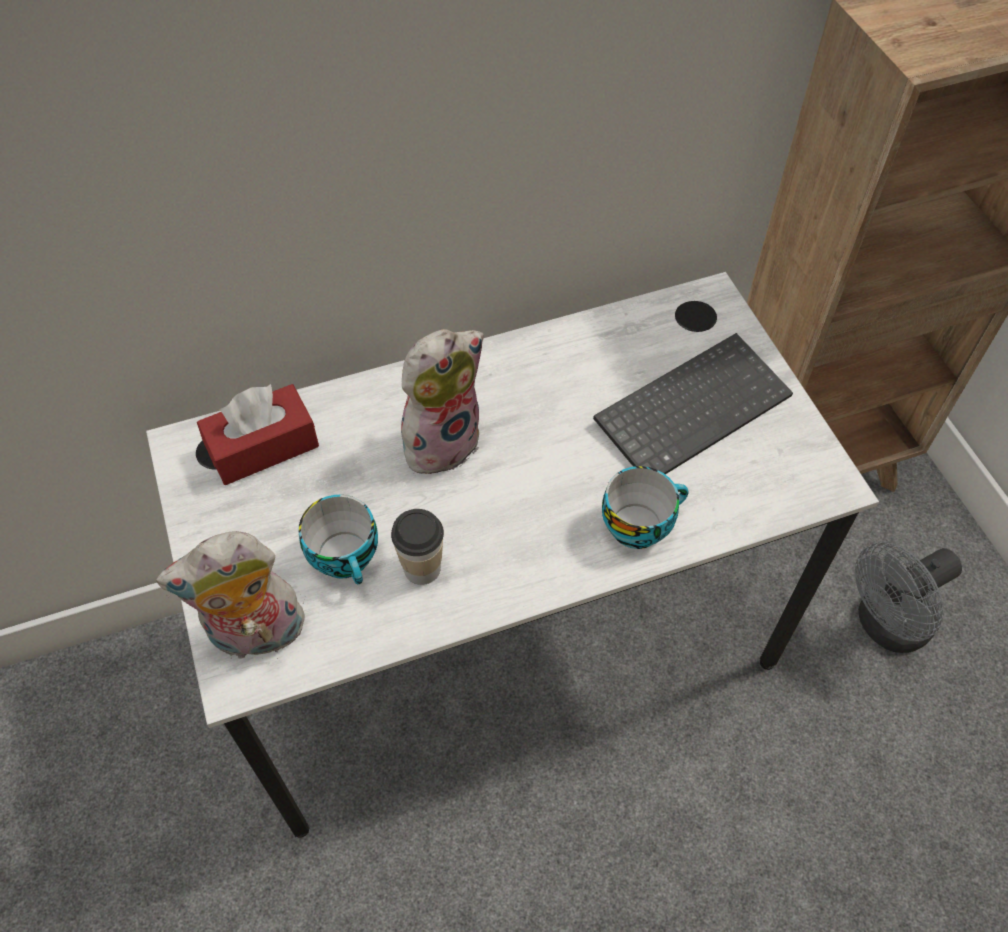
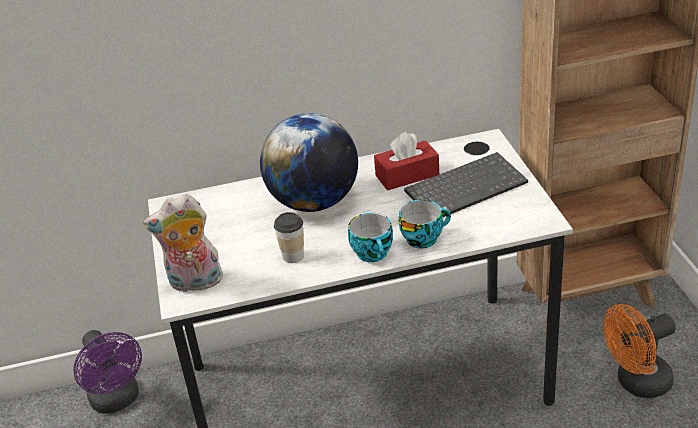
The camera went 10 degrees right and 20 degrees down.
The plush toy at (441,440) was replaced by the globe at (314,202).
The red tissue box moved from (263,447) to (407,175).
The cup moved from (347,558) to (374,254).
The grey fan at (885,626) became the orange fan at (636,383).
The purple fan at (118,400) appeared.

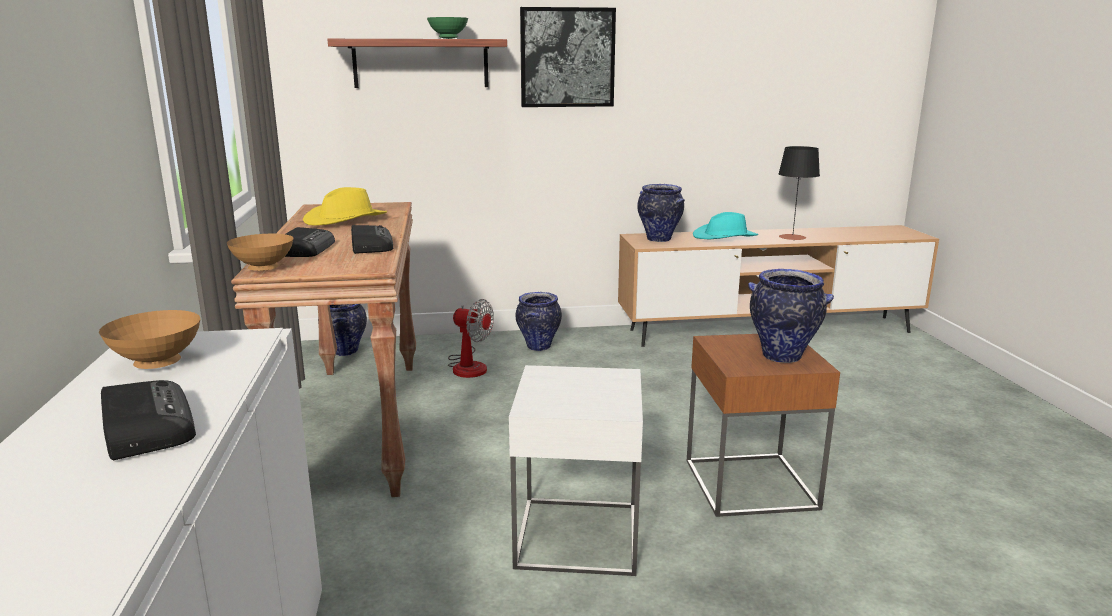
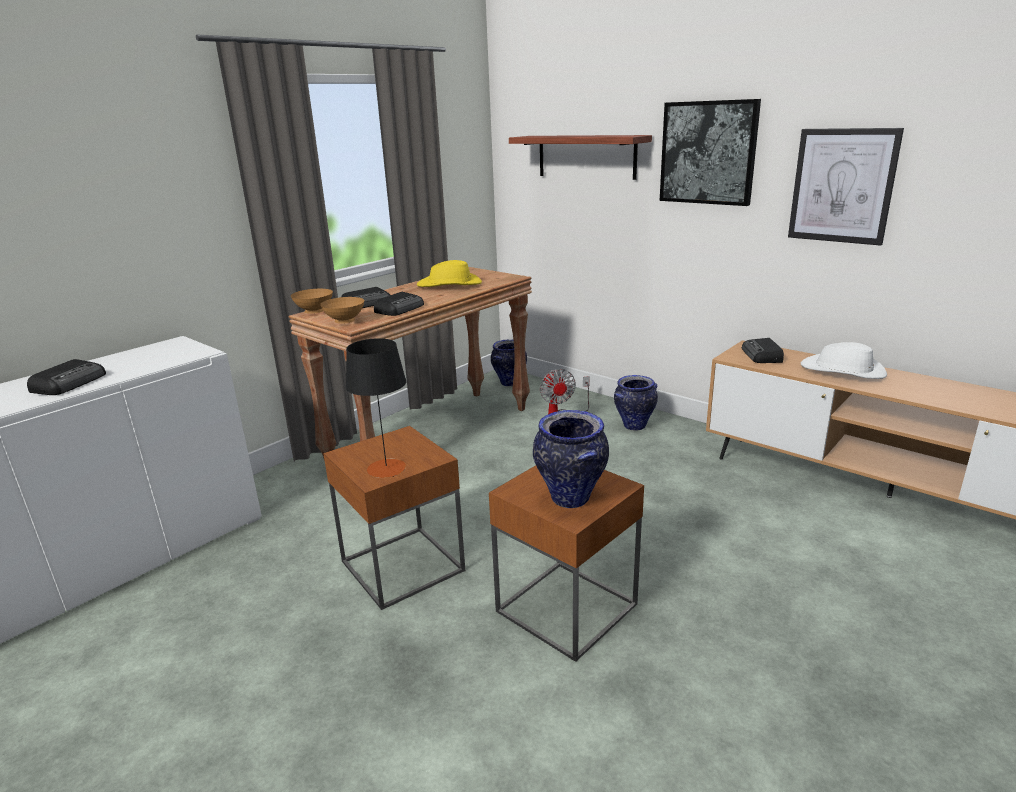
The camera went 50 degrees right and 5 degrees up.
The green bowl at (448,38) disappeared.
The black table lamp moved from (792,237) to (386,468).
The vase at (659,239) was replaced by the radio at (762,355).
The turquoise hat at (725,237) became the white hat at (843,371).
The brown bowl moved from (156,365) to (344,322).
The white side table at (578,535) became the brown side table at (402,566).
The picture at (842,186) appeared.

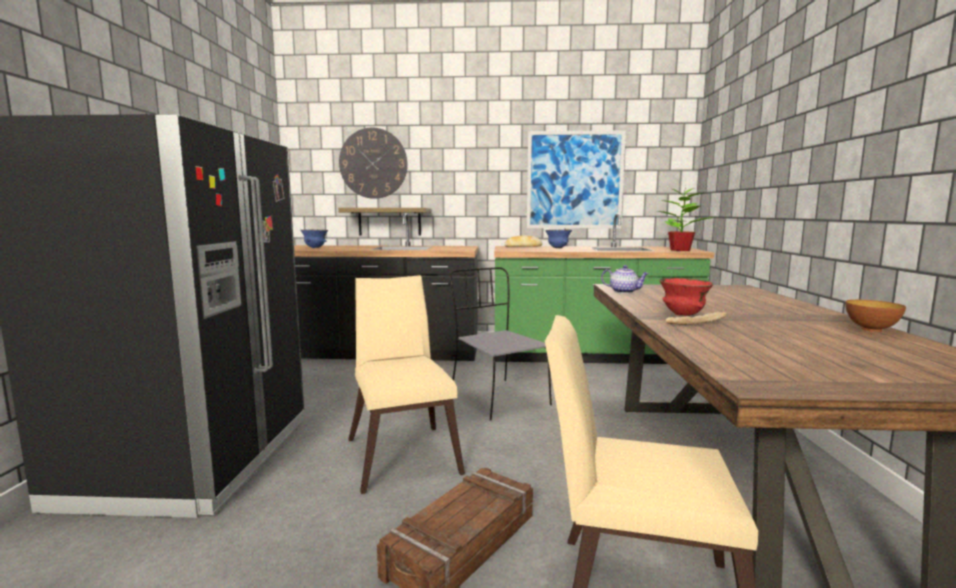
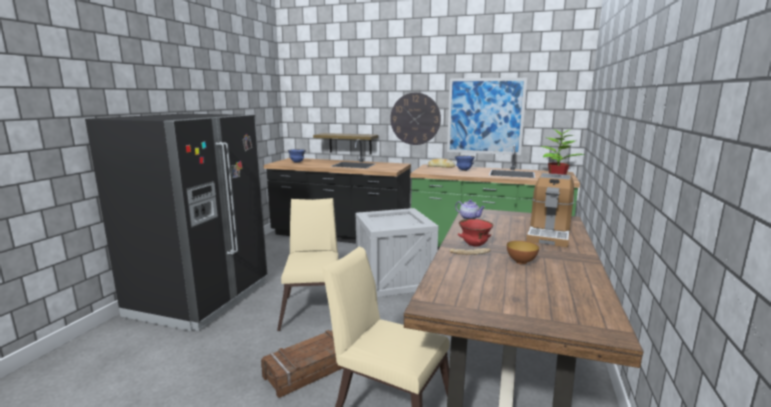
The camera went 15 degrees right and 5 degrees up.
The wall clock moved from (373,163) to (415,119).
The grey chair at (497,398) was replaced by the crate at (395,279).
The bowl moved from (871,329) to (521,262).
The coffee machine at (549,234) appeared.

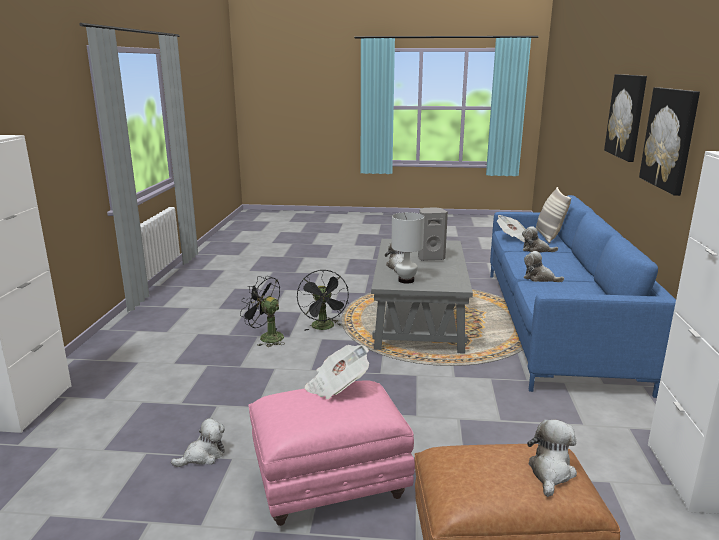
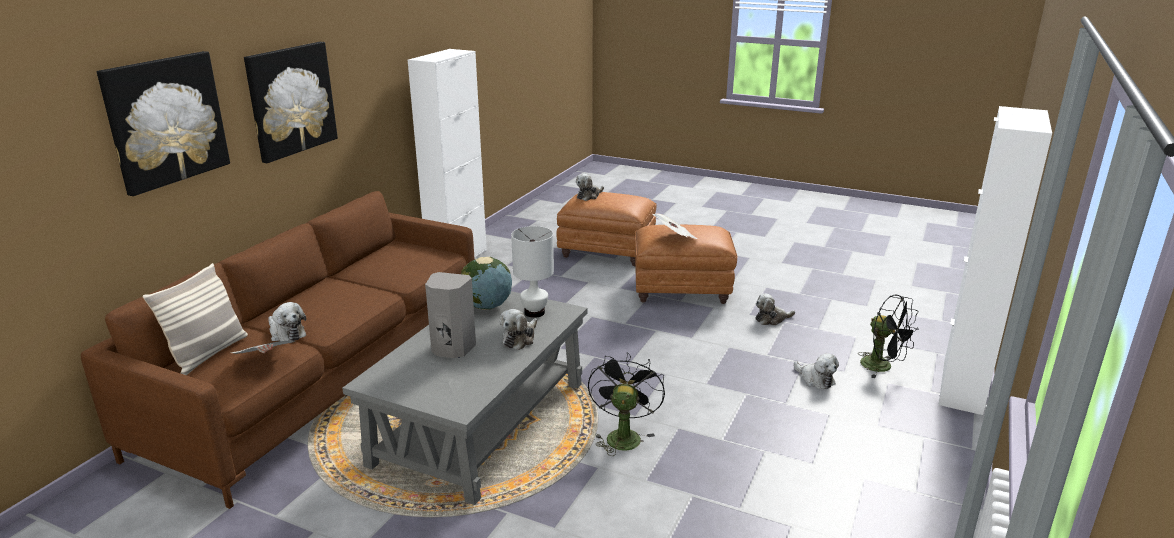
The camera went 160 degrees left and 5 degrees up.
The blue sofa at (554,323) became the brown sofa at (324,379).
The plush toy moved from (539,278) to (815,379).
The black fan moved from (266,337) to (883,367).
The pink ottoman at (328,485) became the brown ottoman at (682,290).
The globe at (486,306) appeared.

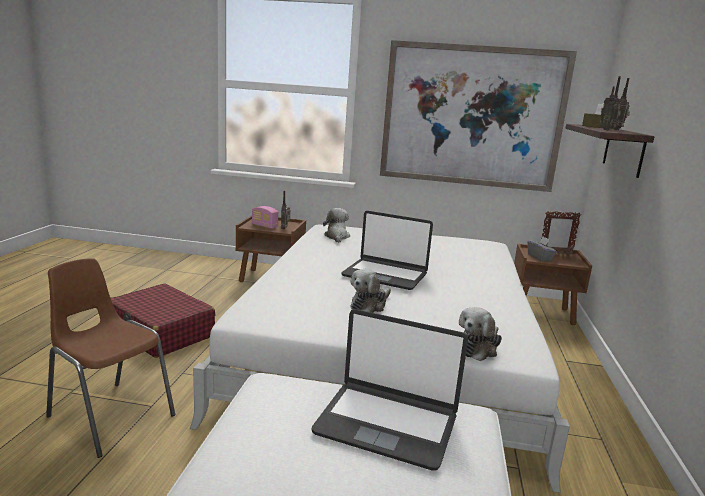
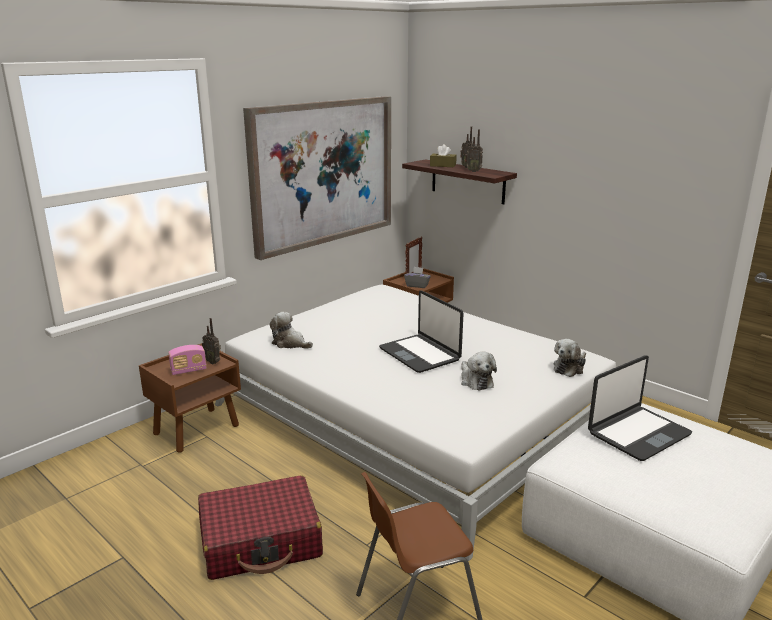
The camera went 55 degrees left and 5 degrees up.
The laptop at (385,275) turned 90 degrees clockwise.
The plush toy at (478,348) turned 60 degrees clockwise.

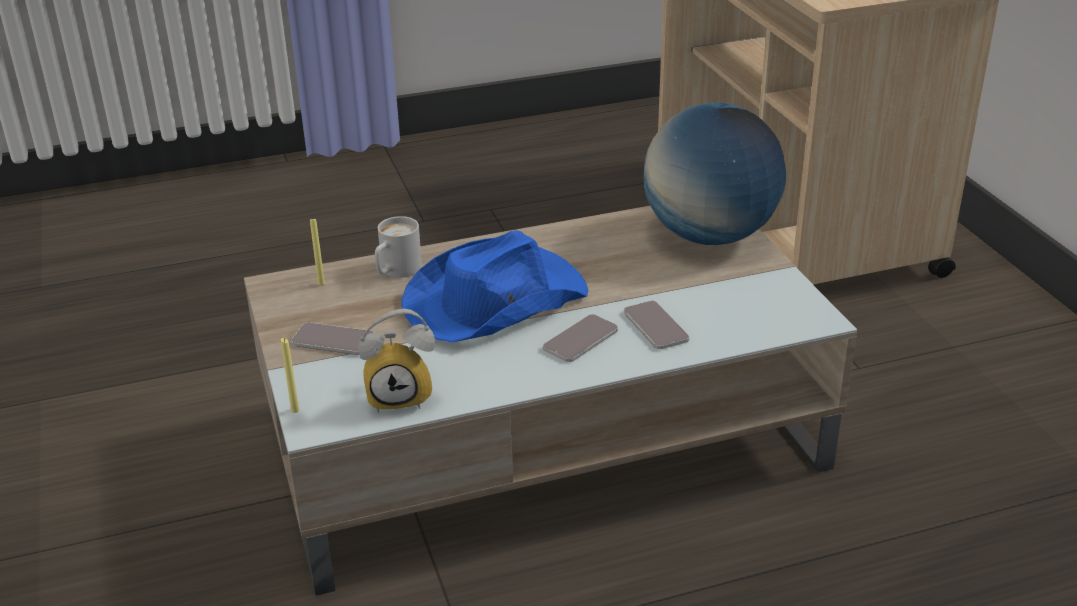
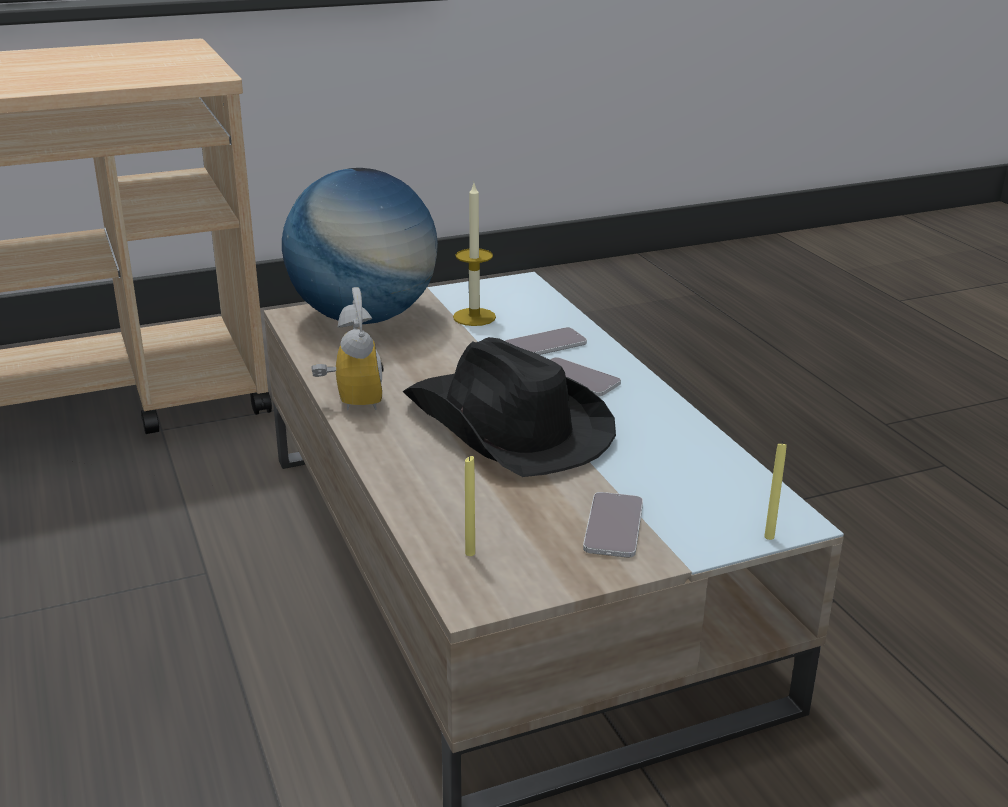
The camera went 95 degrees left and 5 degrees down.
The white mug at (396,272) disappeared.
The blue hat at (493,301) became the black hat at (506,426).
The alarm clock moved from (401,396) to (349,400).
The candle at (474,317) appeared.

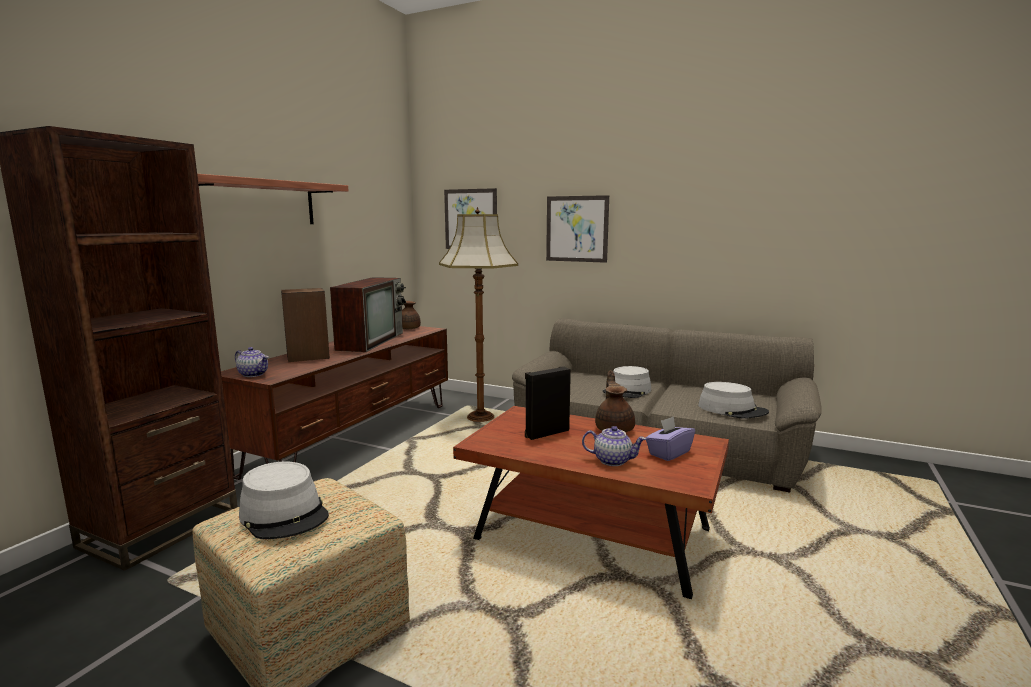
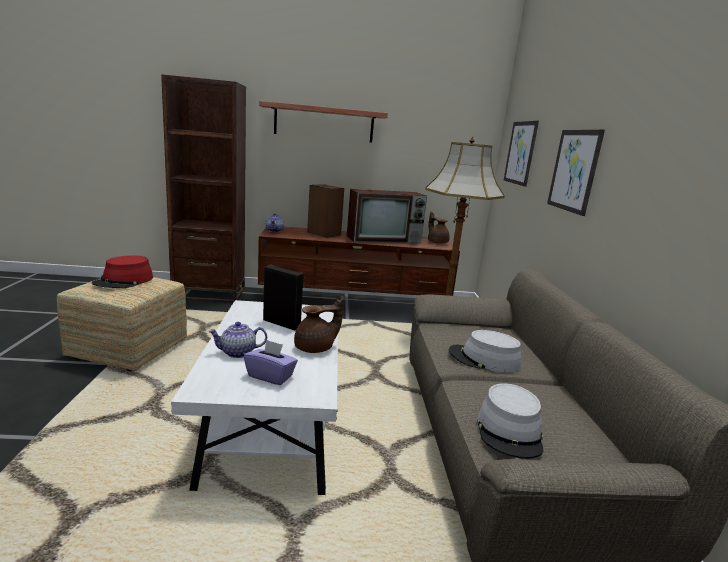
The camera went 60 degrees right and 5 degrees up.
The brown coffee table at (592,536) became the white coffee table at (273,424).
The teapot at (613,460) turned 90 degrees clockwise.
The grey hat at (284,514) became the red hat at (124,281).

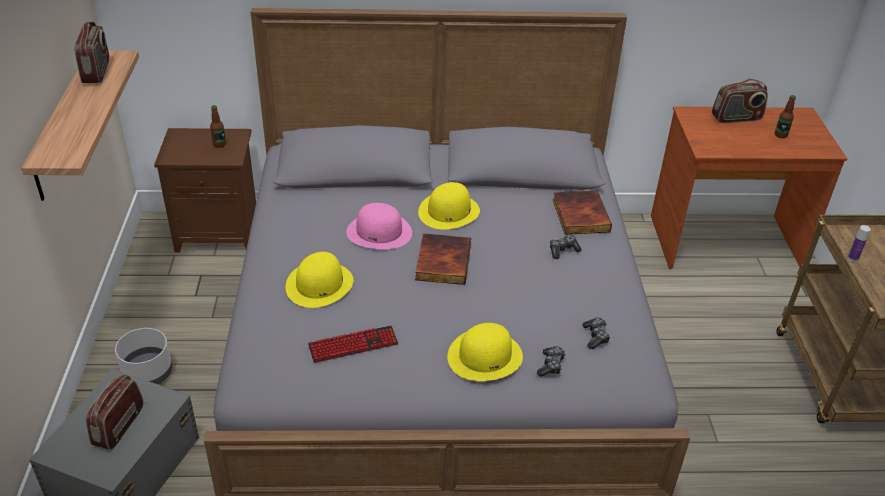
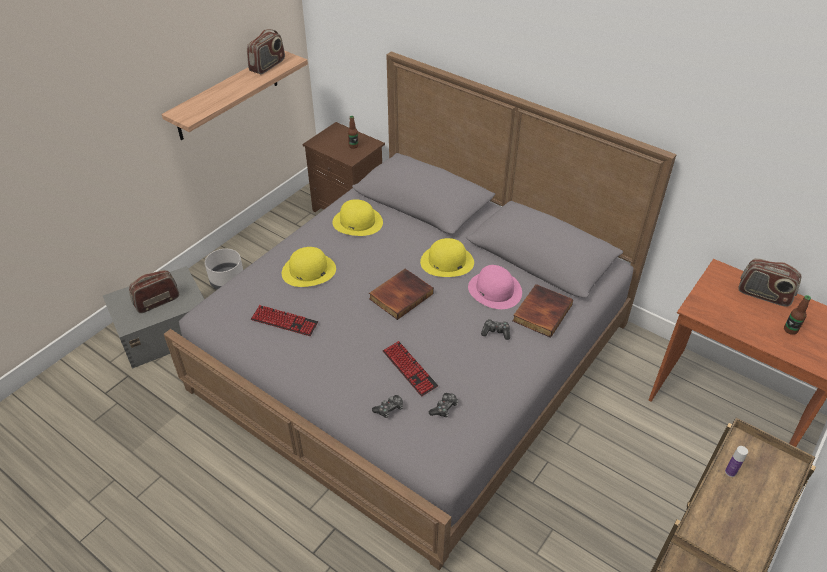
The camera went 40 degrees right and 5 degrees up.
The pink hat moved from (379,232) to (495,290).
The yellow hat moved from (485,356) to (358,222).
The keyboard at (409,369) appeared.

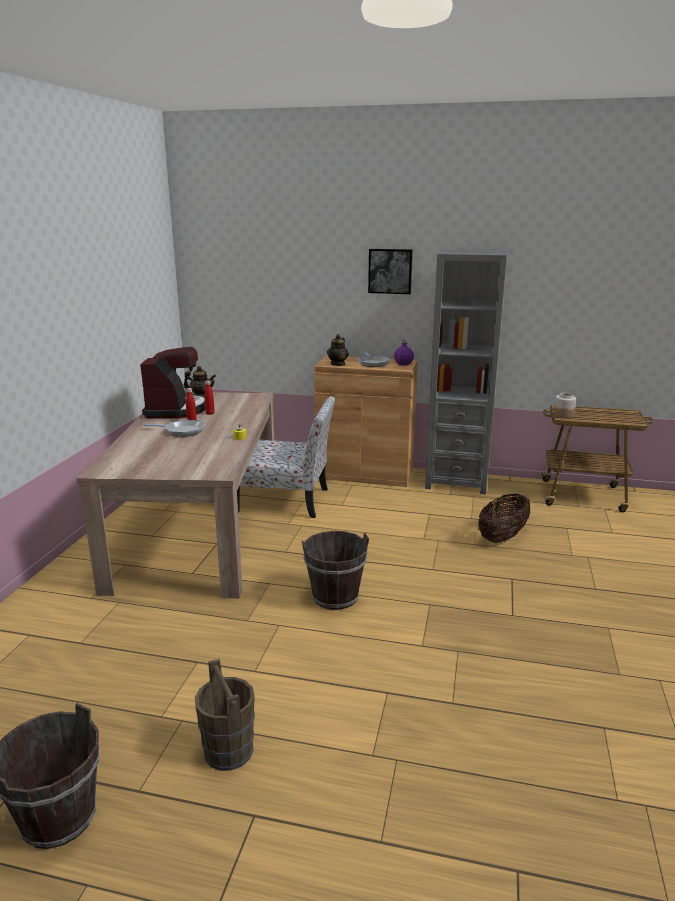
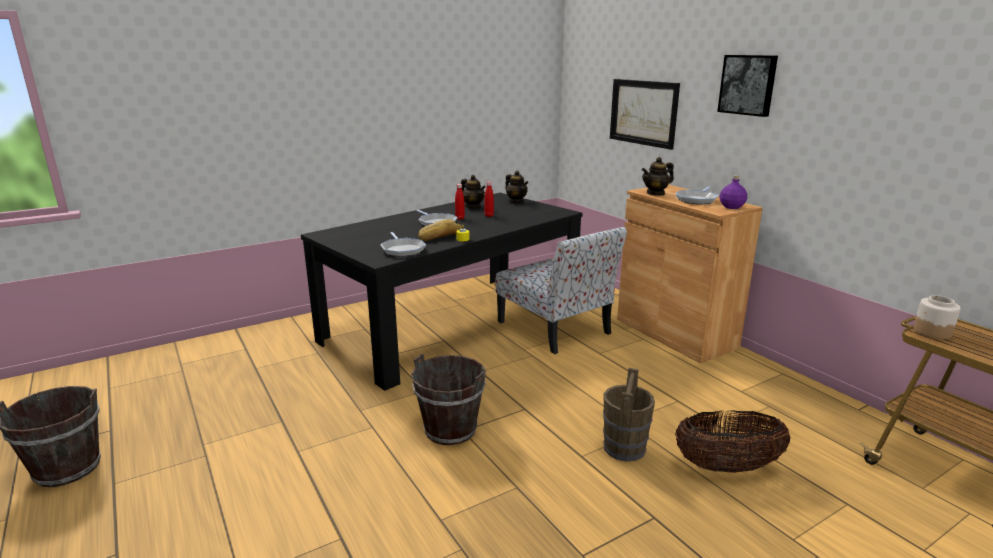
The camera went 45 degrees right and 0 degrees up.
The grey bookcase at (456,481) disappeared.
The coffee machine at (176,409) was replaced by the teapot at (473,207).
The beige dining table at (200,529) became the black dining table at (453,324).
The brown bucket moved from (228,751) to (624,448).
The picture at (643,112) appeared.
The bread at (440,236) appeared.
The frying pan at (402,250) appeared.

